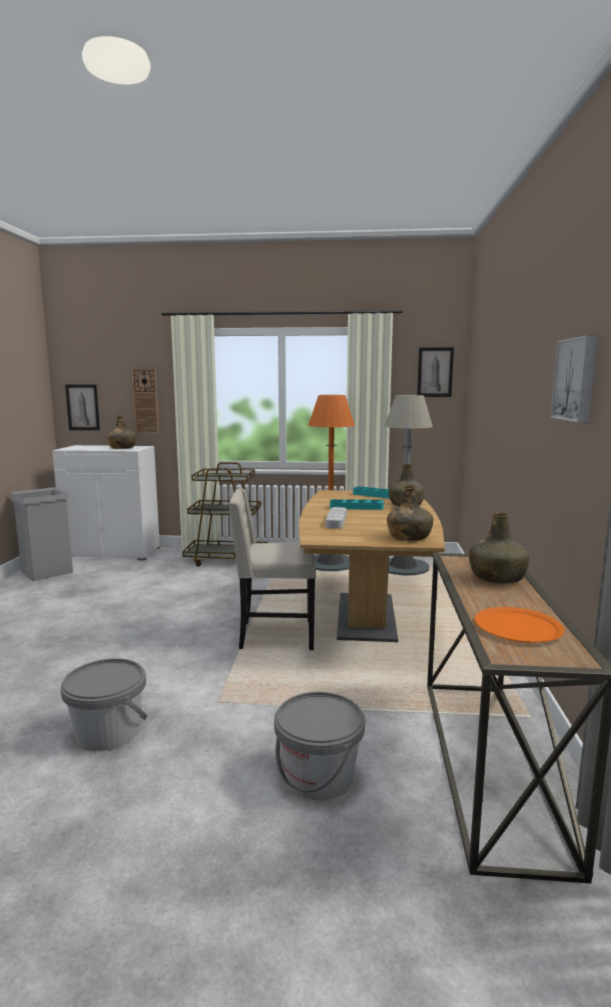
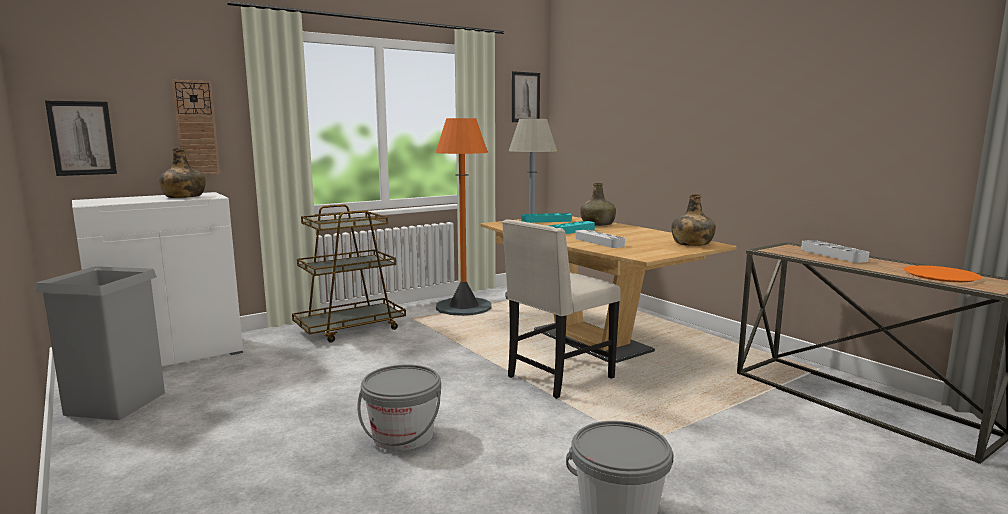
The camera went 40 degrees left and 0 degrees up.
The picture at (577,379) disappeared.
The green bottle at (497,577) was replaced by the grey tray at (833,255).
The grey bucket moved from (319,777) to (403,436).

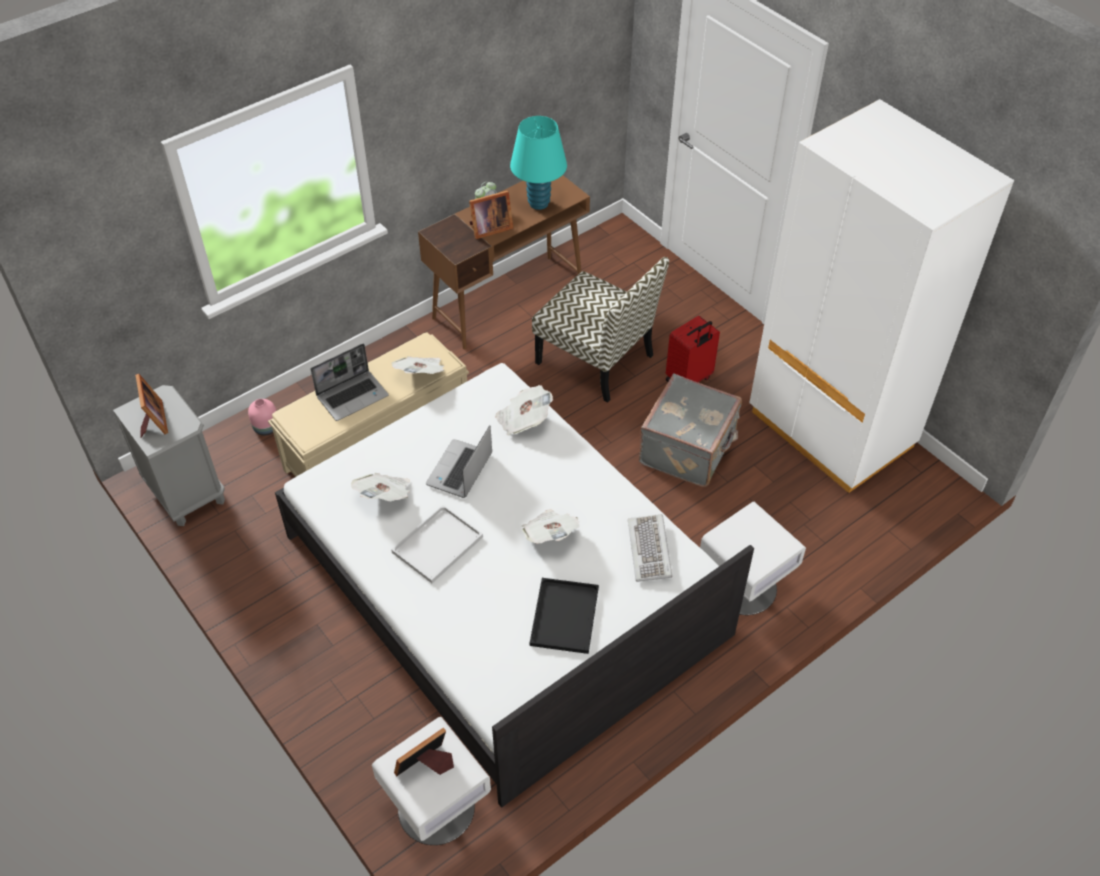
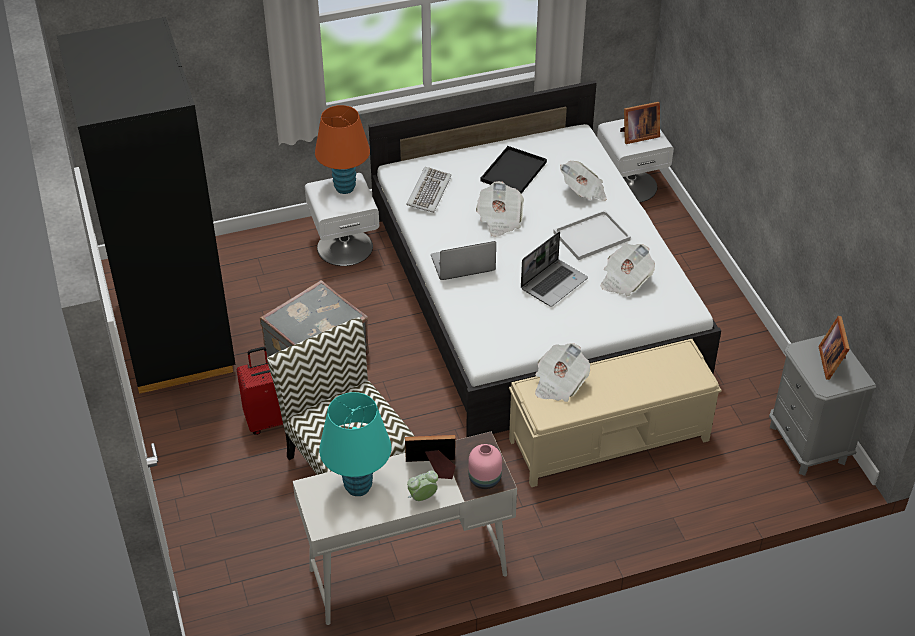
The camera went 160 degrees left and 5 degrees down.
The white wardrobe at (830,430) became the black wardrobe at (176,337).
The brown desk at (509,300) became the white desk at (407,572).
The laptop moved from (353,396) to (462,264).
The newspaper moved from (523,420) to (583,192).
The pink vase moved from (266,428) to (485,479).
The orange table lamp at (345,188) appeared.

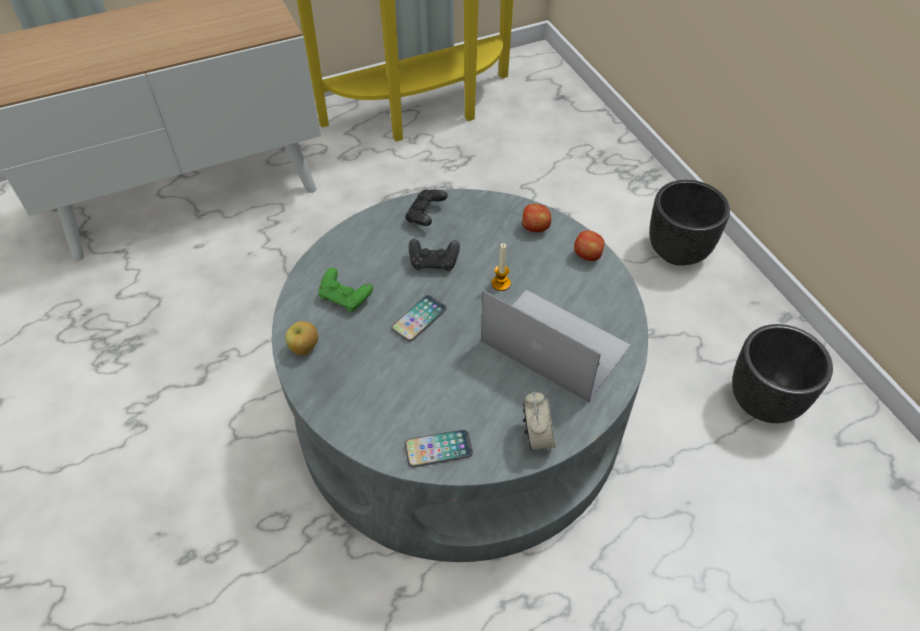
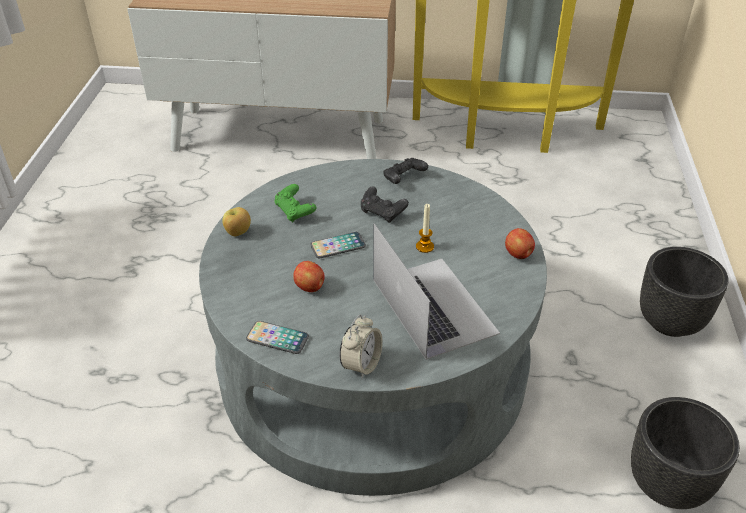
The camera went 30 degrees right and 10 degrees down.
The apple moved from (535,228) to (310,287).

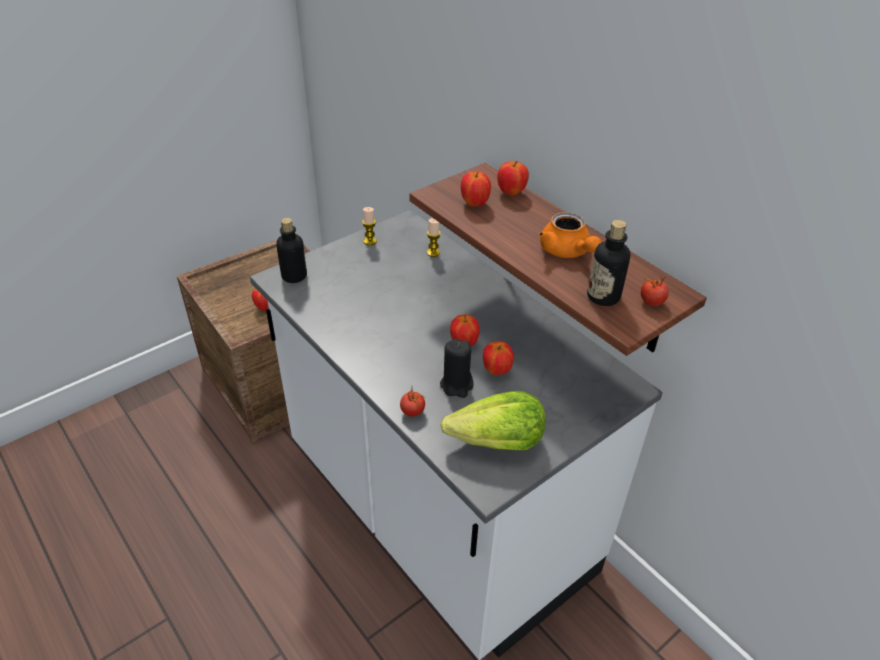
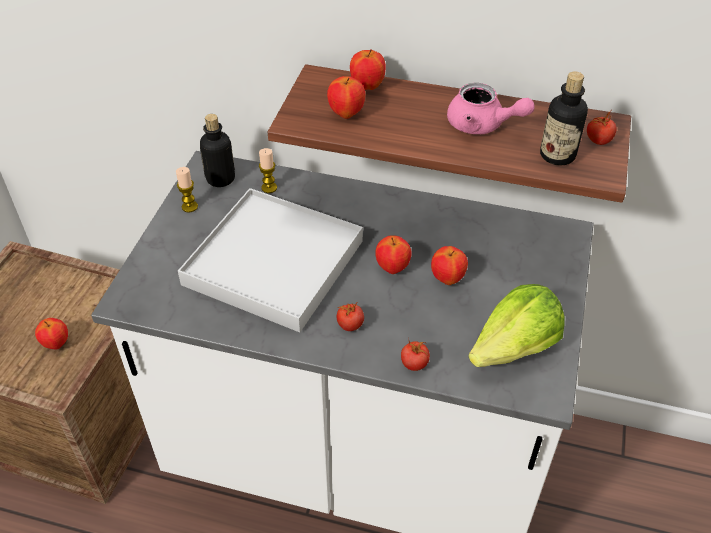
The camera went 35 degrees left and 5 degrees up.
The orange teapot at (567,252) became the pink teapot at (482,125).
The bottle moved from (294,276) to (220,178).
The black candle at (457,385) disappeared.
The white tray at (274,262) appeared.
The tomato at (350,325) appeared.

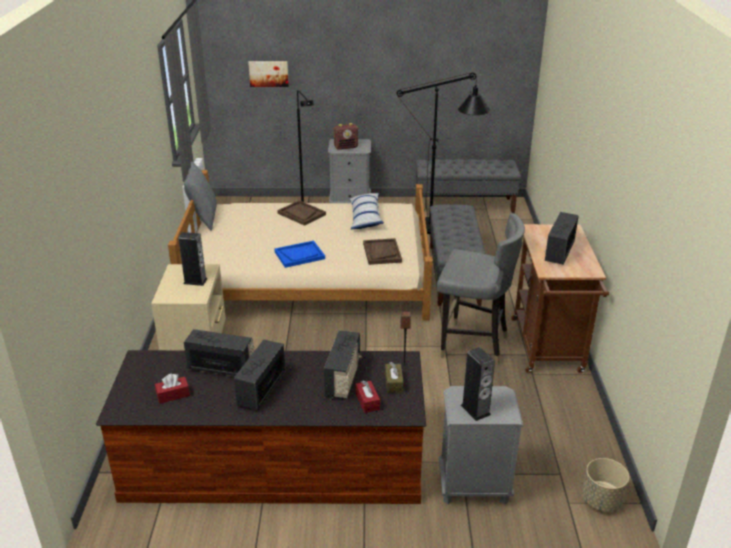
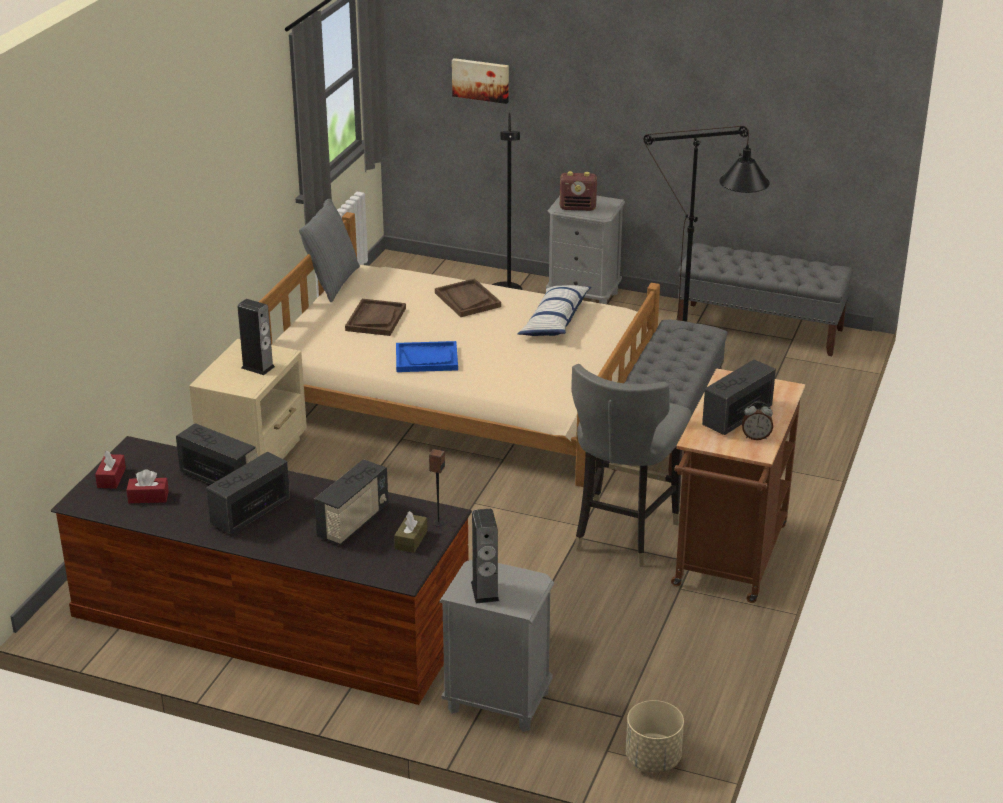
The camera went 20 degrees right and 0 degrees up.
The grey chair at (472,345) turned 75 degrees clockwise.
The brown tray moved from (382,253) to (375,319).
The red tissue box moved from (367,401) to (111,478).
The alarm clock at (756,437) appeared.

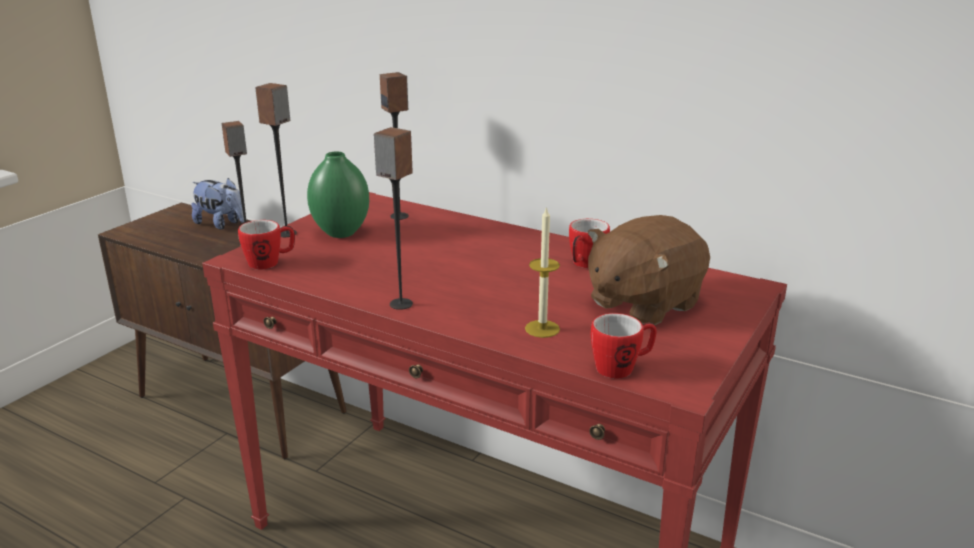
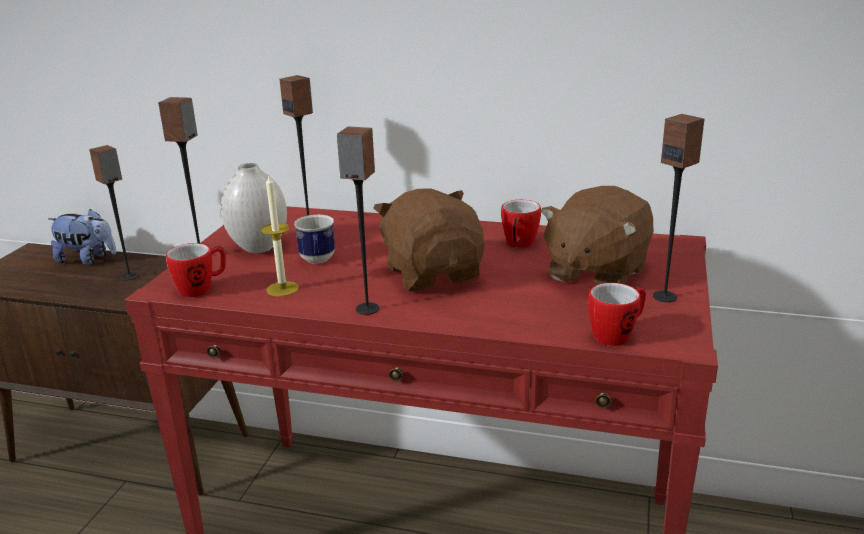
The camera went 15 degrees left and 0 degrees up.
The green vase at (341,232) became the white vase at (258,247).
The candle moved from (542,329) to (282,289).
The speaker at (665,296) appeared.
The brown plush toy at (433,273) appeared.
The mug at (317,261) appeared.

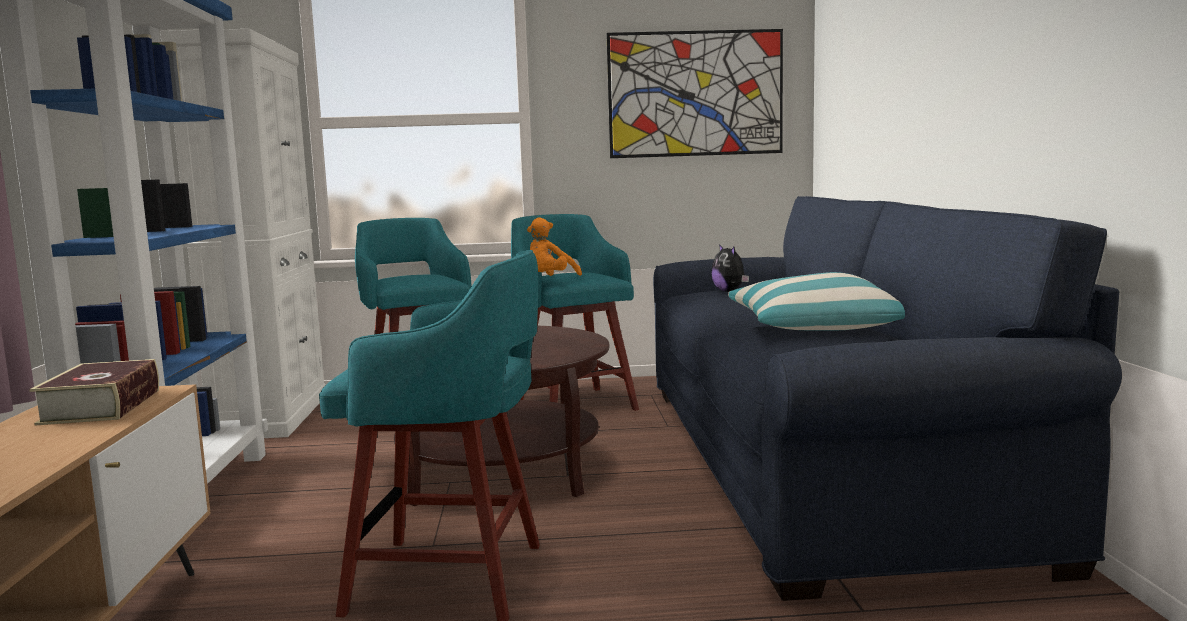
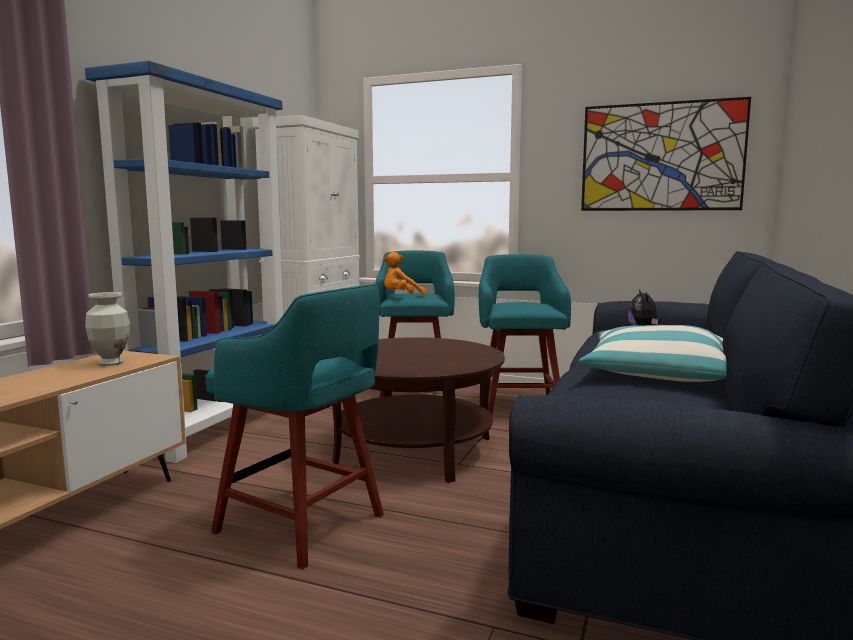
The camera went 25 degrees right and 0 degrees up.
The orange plush toy moved from (549,280) to (401,296).
The book at (102,406) was replaced by the vase at (110,363).

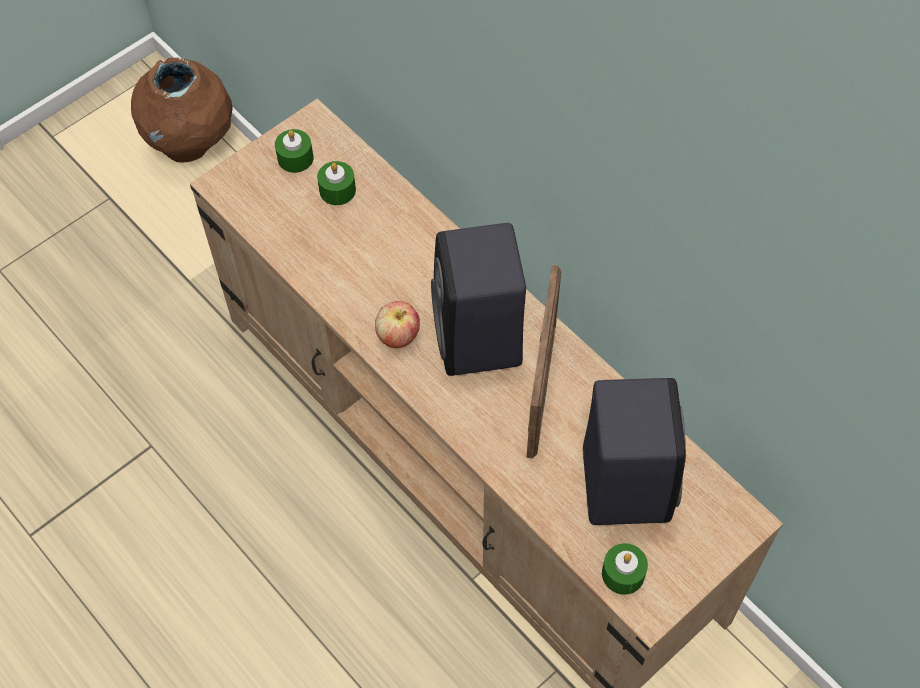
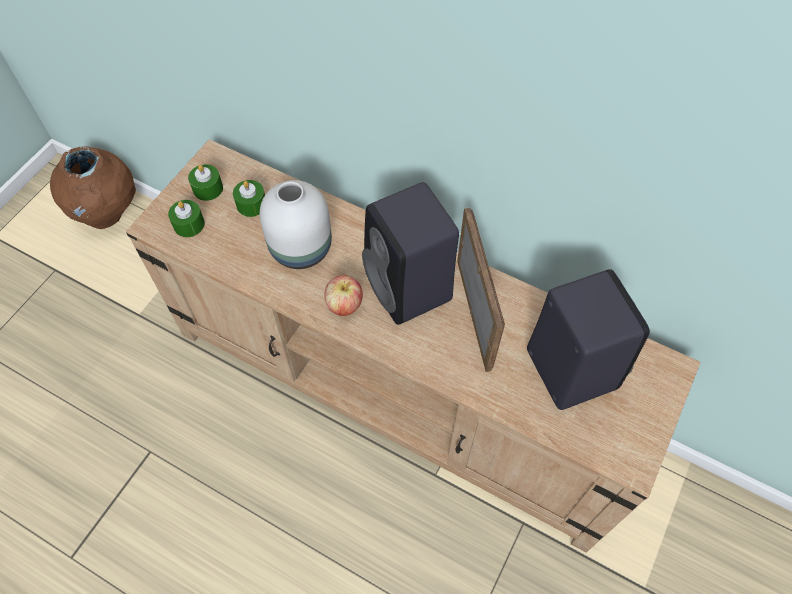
The camera went 20 degrees left and 0 degrees up.
The green candle moved from (623,574) to (189,224).
The white vase at (302,249) appeared.

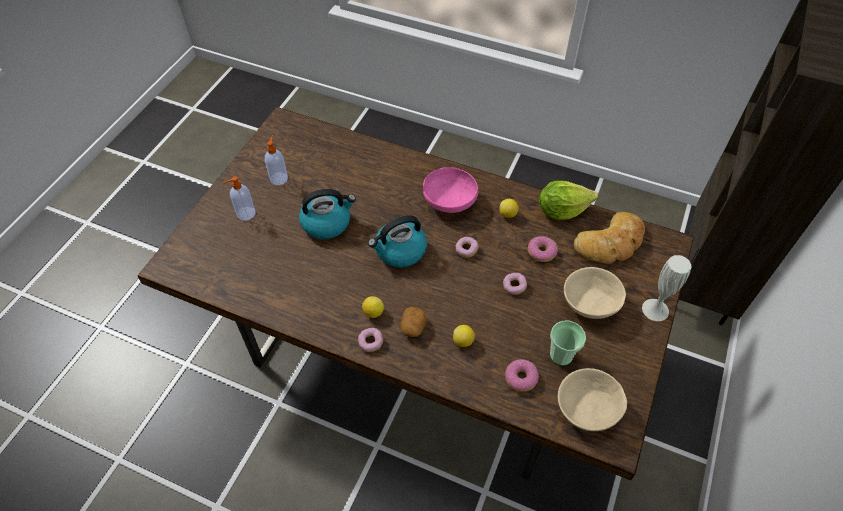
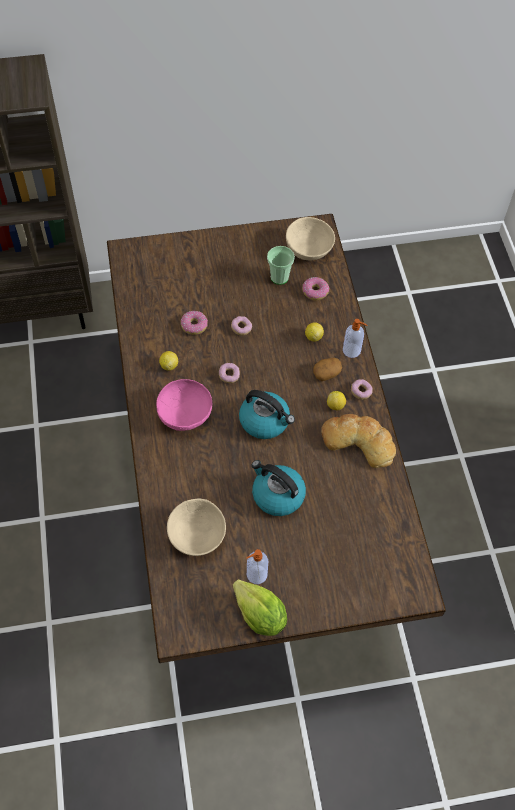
The camera went 125 degrees left and 5 degrees up.
The soap dispenser moved from (245,214) to (352,351).
The lettuce moved from (561,210) to (260,616).
The bread moved from (611,243) to (359,441).
The white vase at (655,309) disappeared.
The beige bowl moved from (591,303) to (196,535).

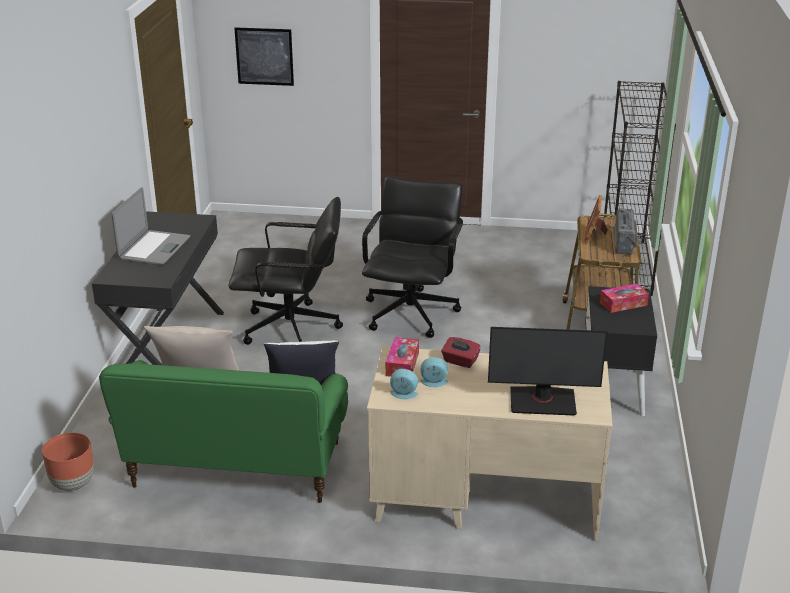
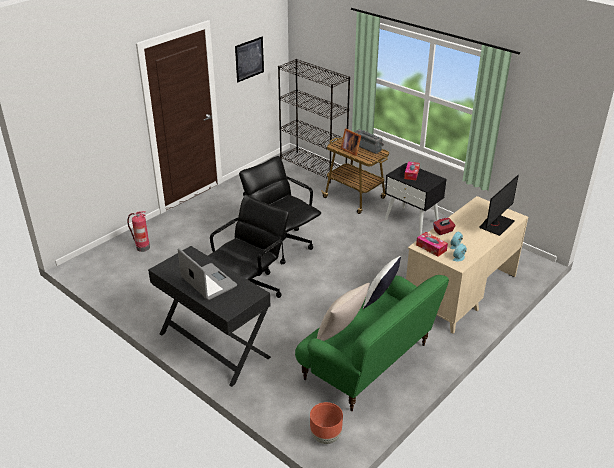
The camera went 55 degrees left and 5 degrees up.
The picture moved from (264,56) to (249,59).
The fire extinguisher at (142,247) appeared.

